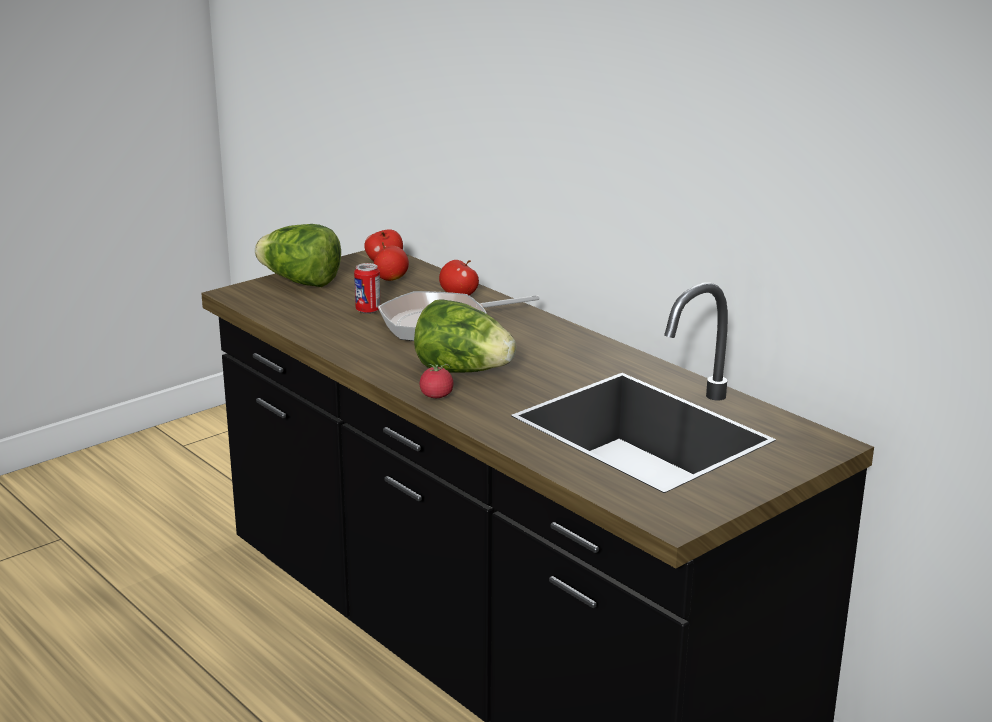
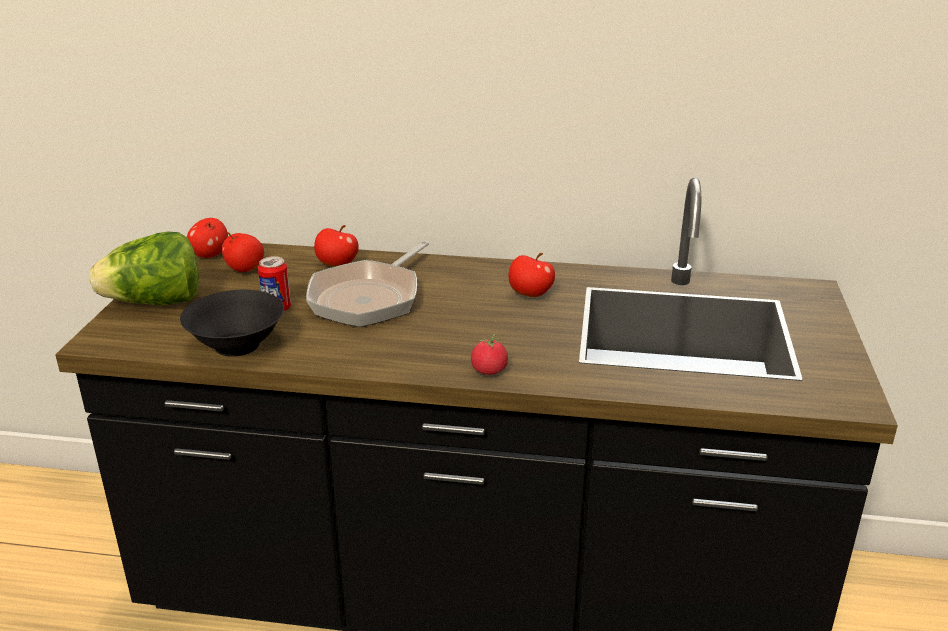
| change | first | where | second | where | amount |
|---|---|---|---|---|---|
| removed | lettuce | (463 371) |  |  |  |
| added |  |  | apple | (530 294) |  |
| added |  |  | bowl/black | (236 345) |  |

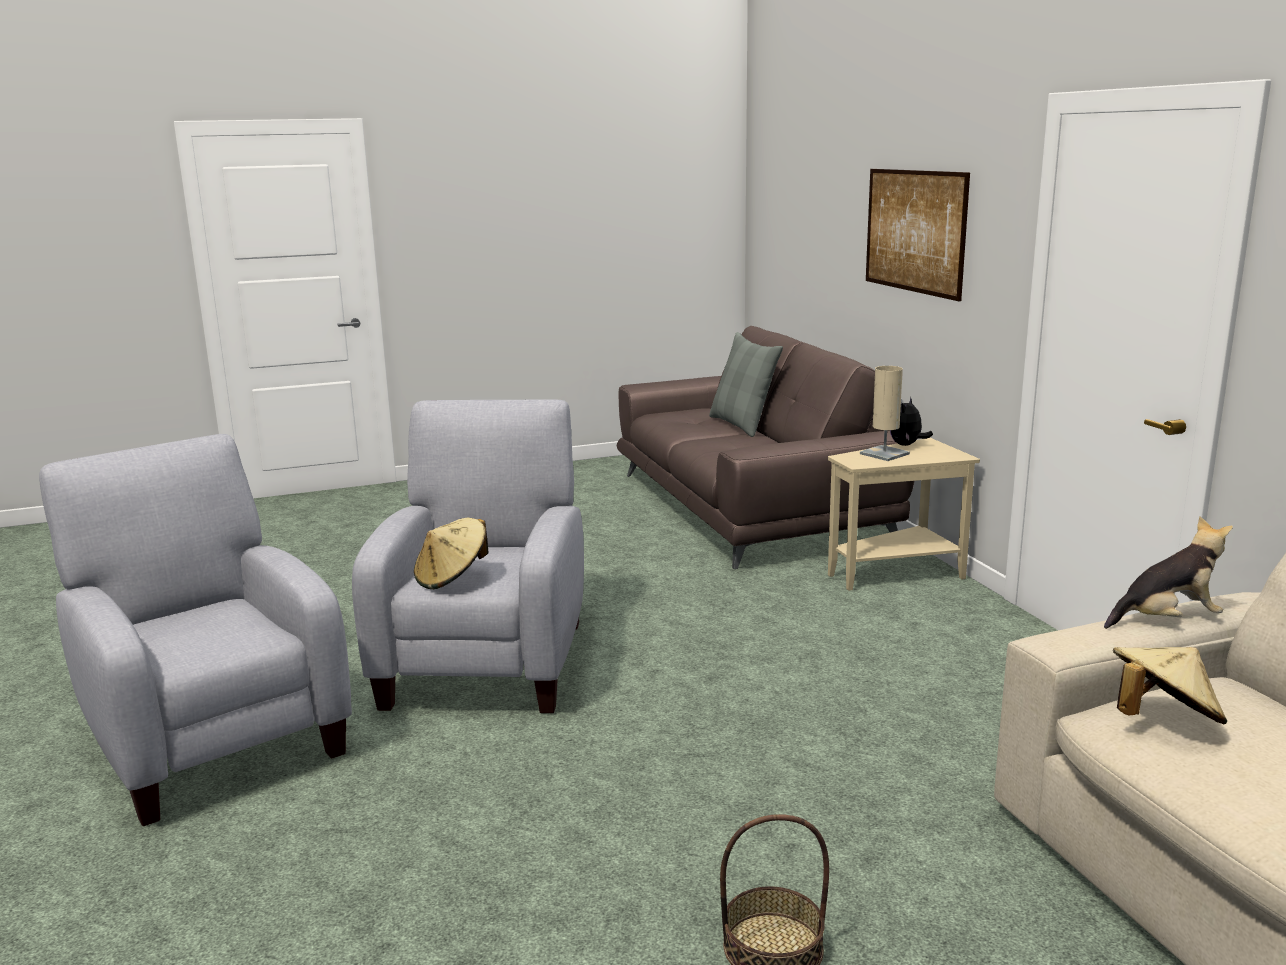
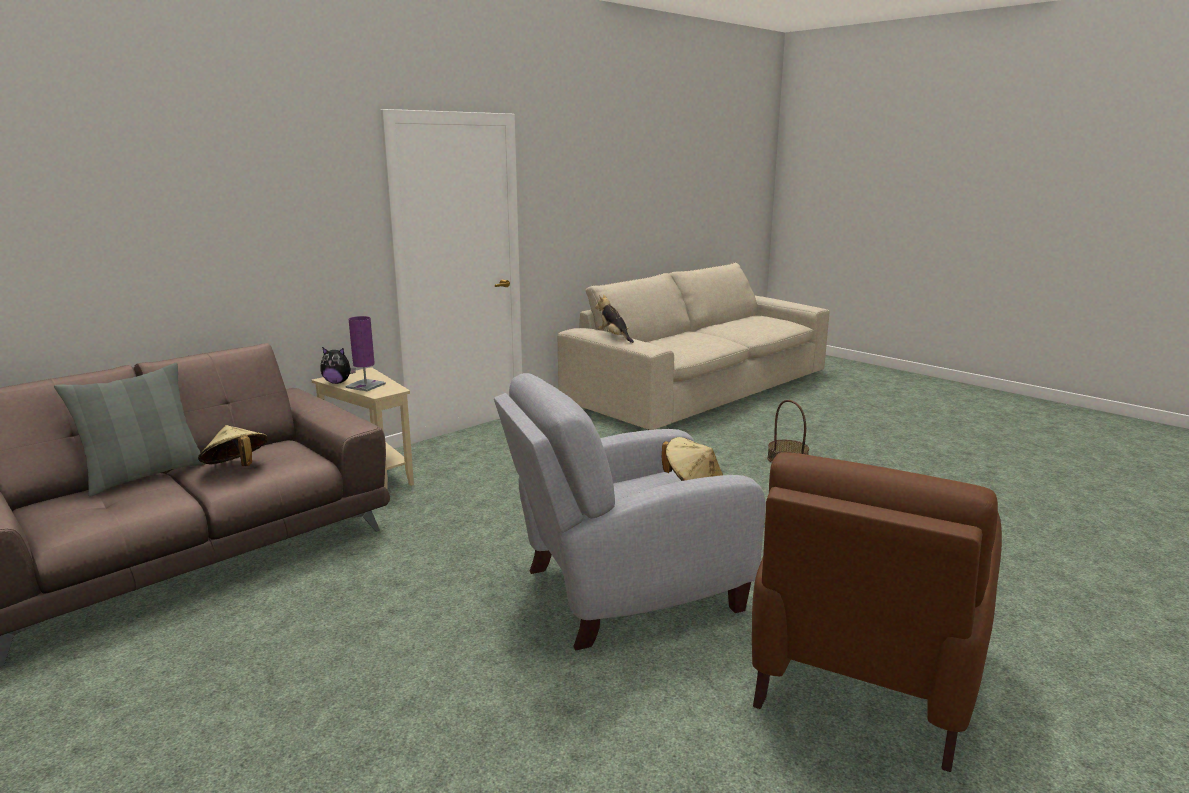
| change | first | where | second | where | amount |
|---|---|---|---|---|---|
| removed | picture | (914 231) |  |  |  |
| recoloured | table lamp/beige | (884 454) | table lamp/purple | (365 386) |  |
| recoloured | armchair/grey | (211 735) | armchair/brown | (864 678) |  |
| moved | hat/beige | (1162 719) |  | (236 467) |  |

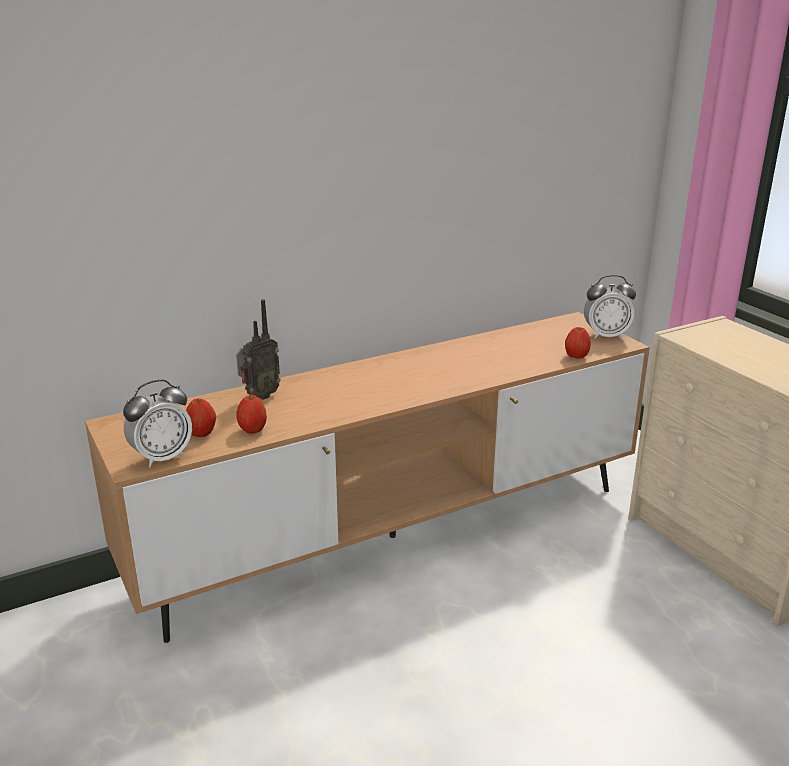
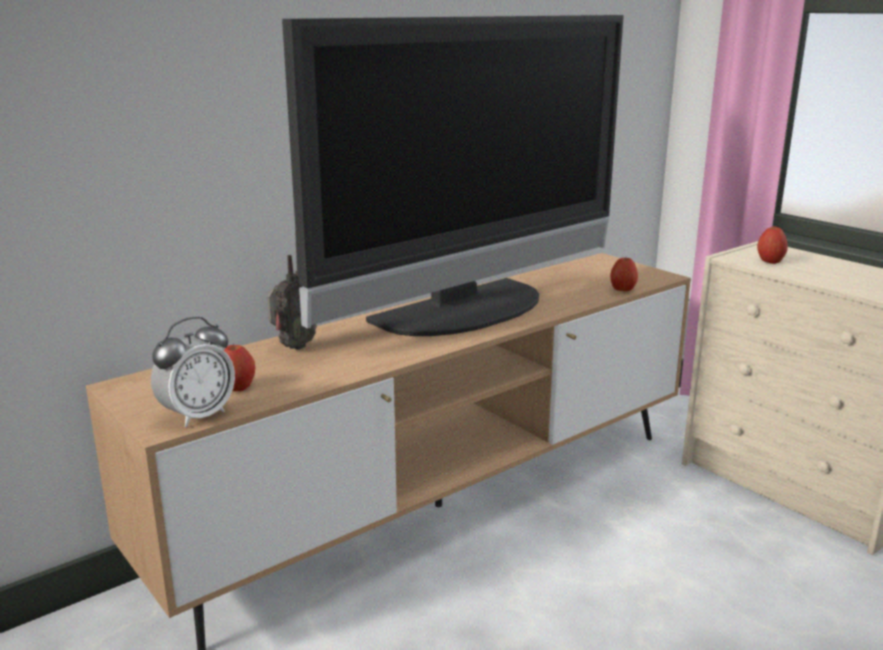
| change | first | where | second | where | amount |
|---|---|---|---|---|---|
| removed | alarm clock | (606 336) |  |  |  |
| moved | apple | (253 429) |  | (770 261) |  |
| added |  |  | television | (467 311) |  |

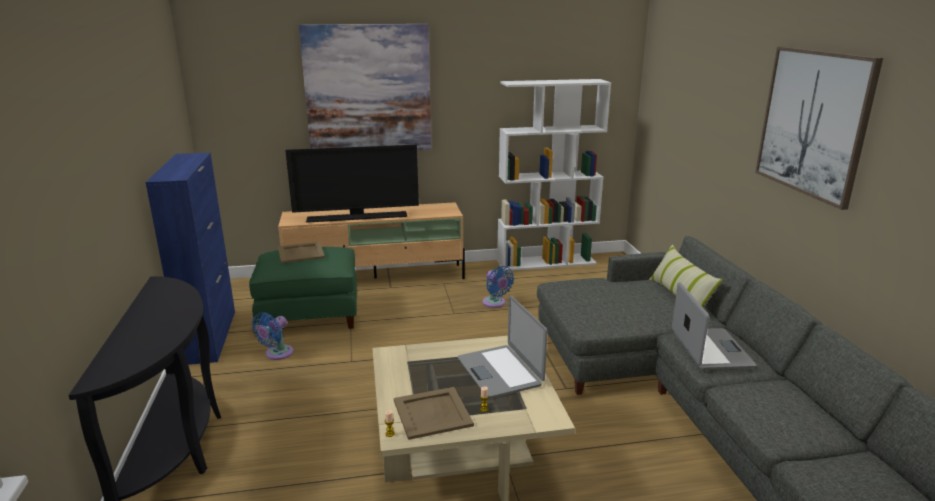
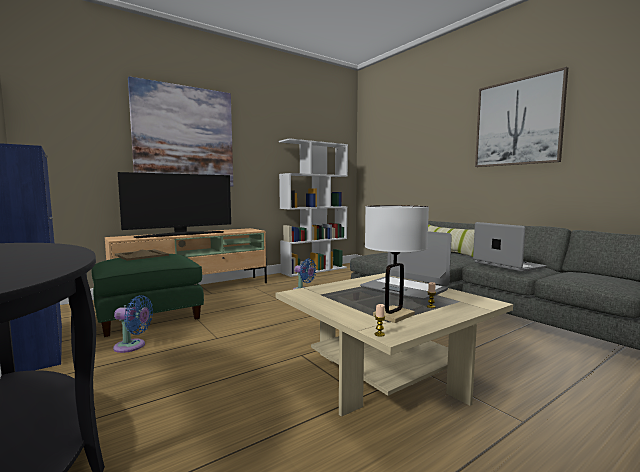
| change | first | where | second | where | amount |
|---|---|---|---|---|---|
| turned | fan/blue | (277 354) |  | (132 346) | 90 degrees counterclockwise |
| replaced | tray/beige | (433 412) | table lamp/white | (393 315) |  |

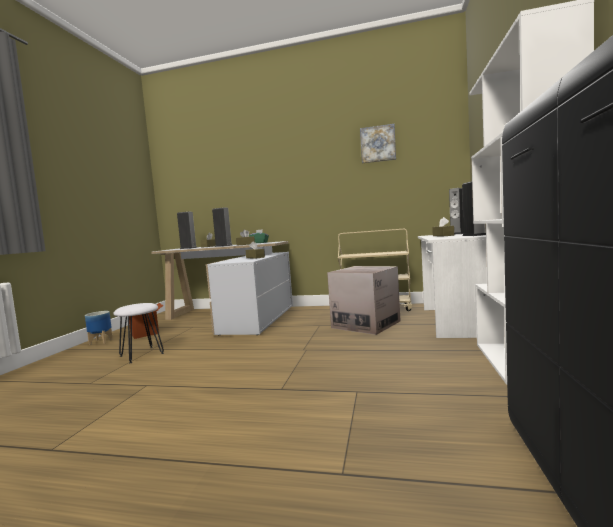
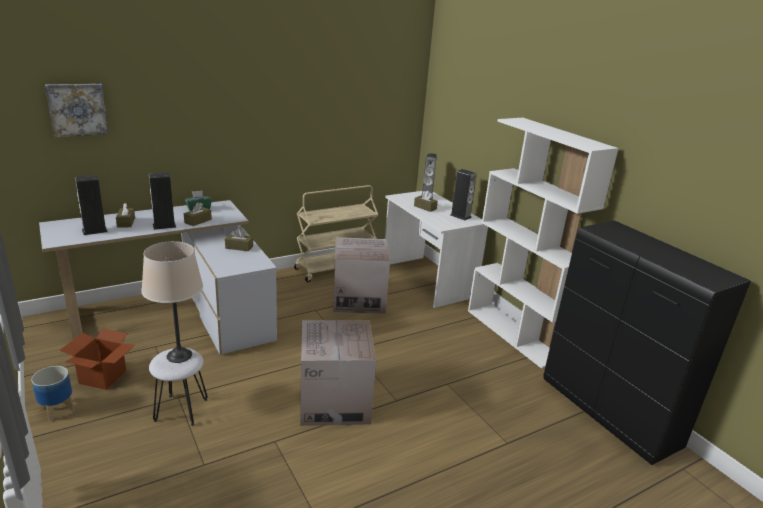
| change | first | where | second | where | amount |
|---|---|---|---|---|---|
| moved | picture | (378 144) |  | (77 109) |  |
| added |  |  | table lamp/beige | (179 355) |  |
| added |  |  | cardboard box | (334 401) |  |

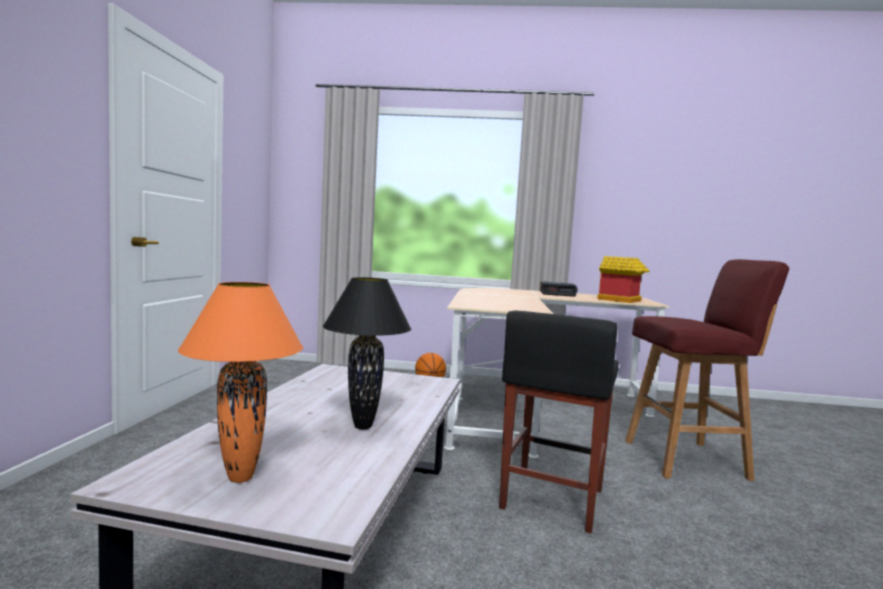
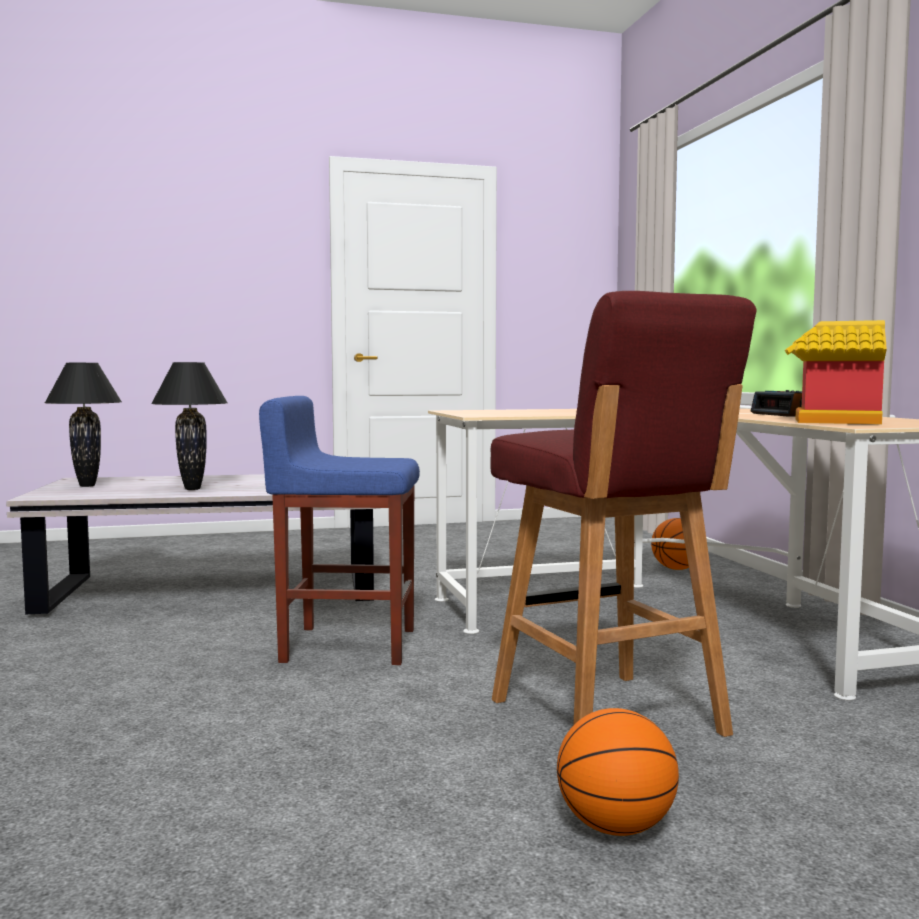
| change | first | where | second | where | amount |
|---|---|---|---|---|---|
| recoloured | table lamp/orange | (242 477) | table lamp/black | (88 486) |  |
| recoloured | stool/black | (551 499) | stool/blue | (347 645) |  |
| added |  |  | basketball | (615 827) |  |

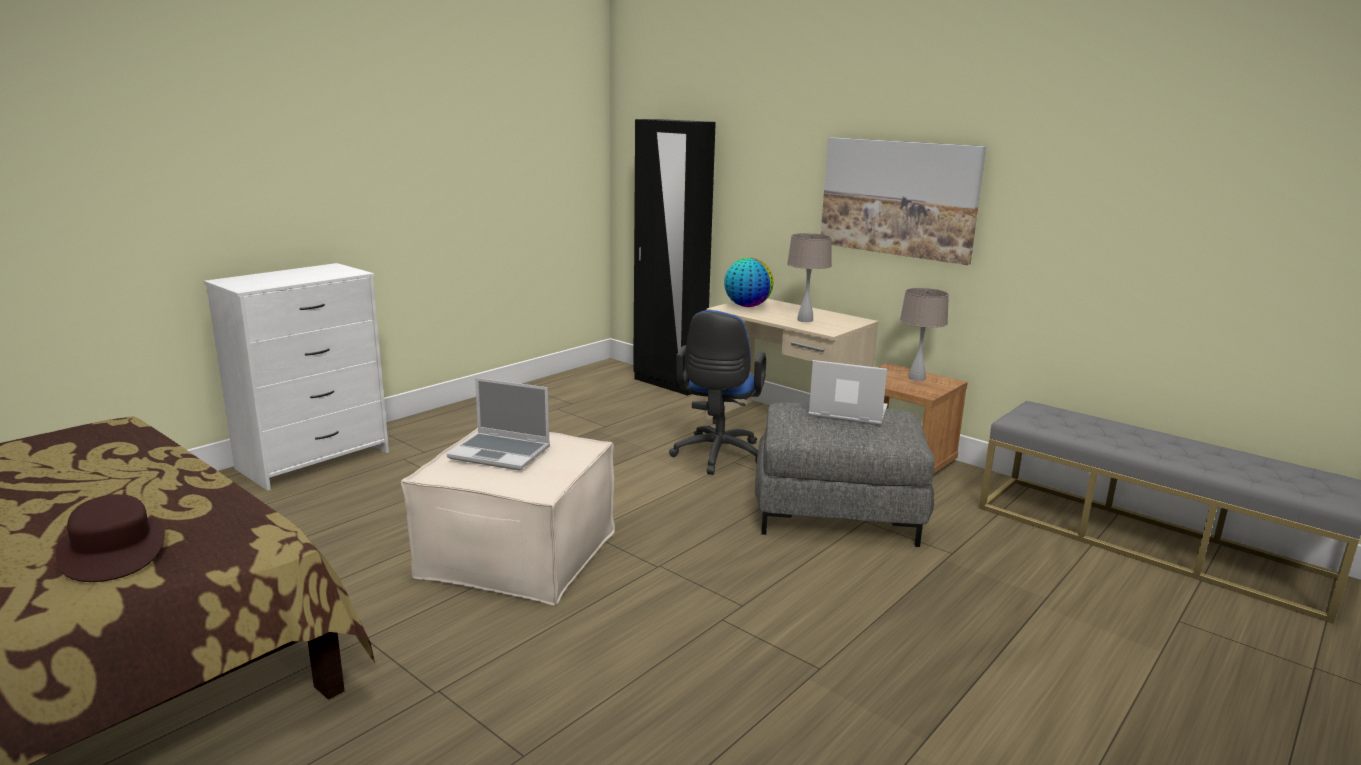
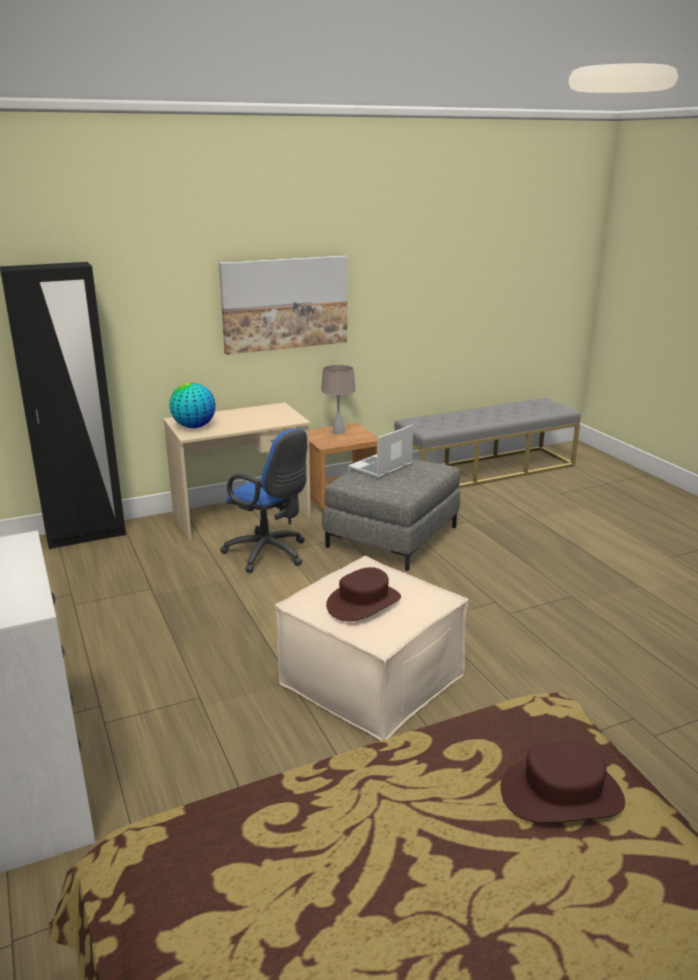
| change | first | where | second | where | amount |
|---|---|---|---|---|---|
| removed | table lamp/beige | (805 320) |  |  |  |
| replaced | laptop | (501 453) | hat/brown | (363 602) |  |

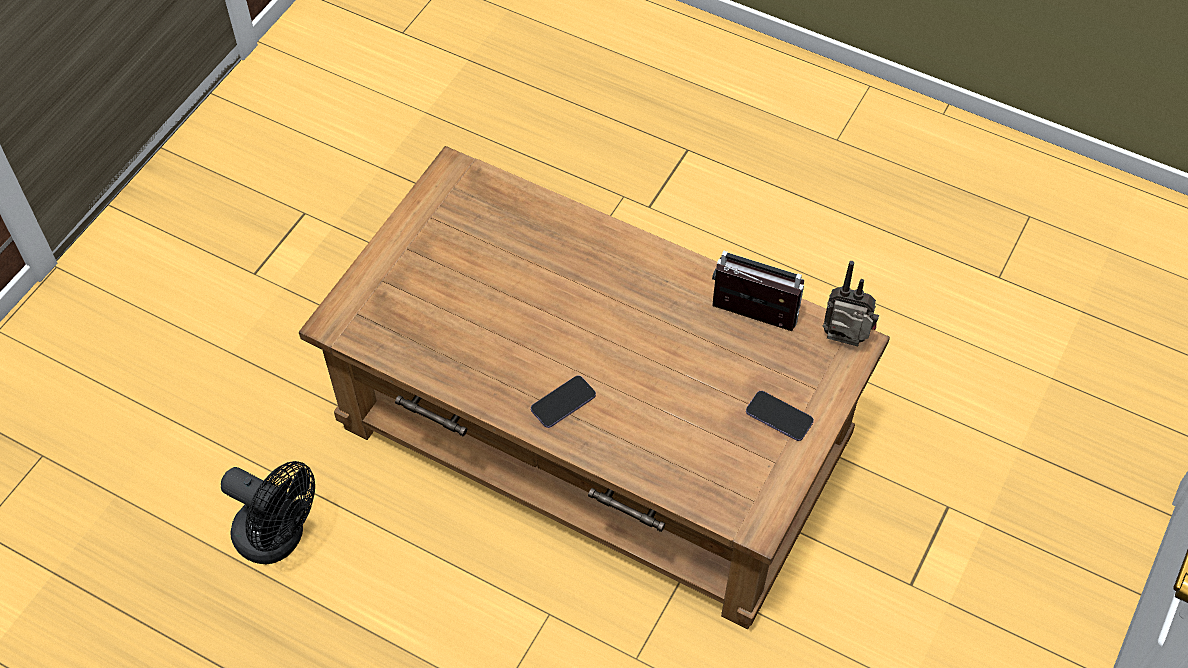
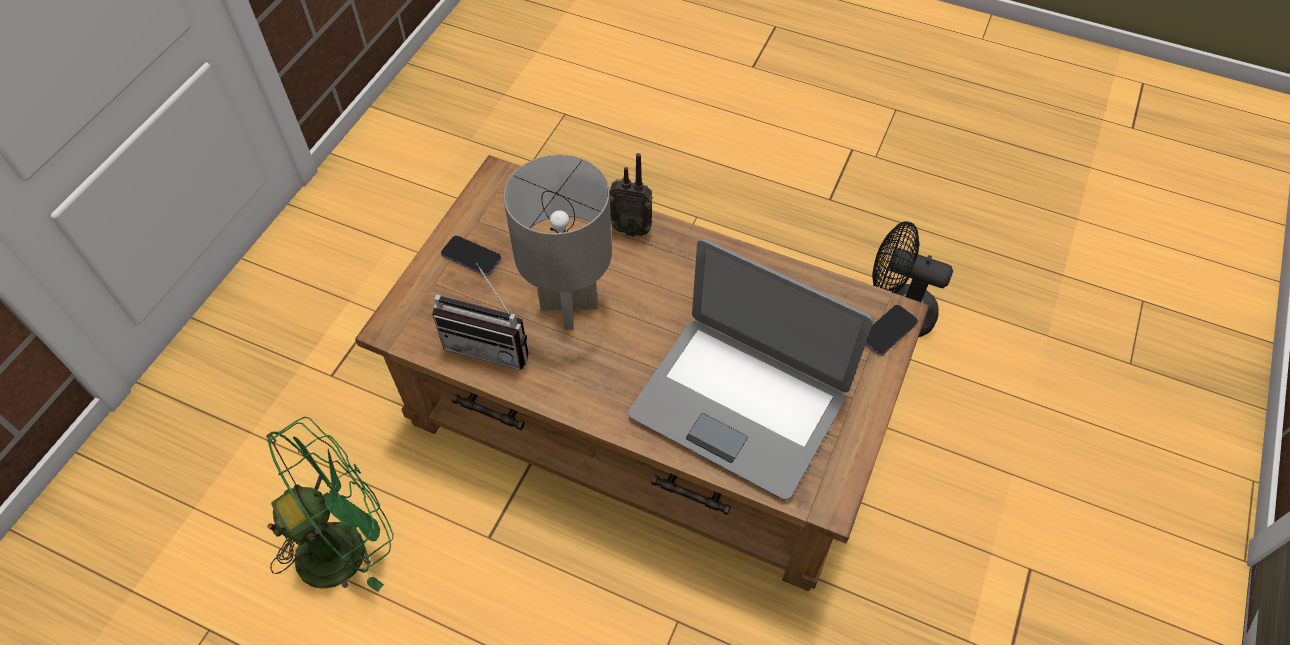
| change | first | where | second | where | amount |
|---|---|---|---|---|---|
| moved | radio | (845 343) |  | (630 228) |  |
| moved | phone | (563 403) |  | (888 331) |  |
| added |  |  | table lamp/grey | (570 305) |  |
| added |  |  | laptop | (739 405) |  |
| added |  |  | fan/green | (345 543) |  |

